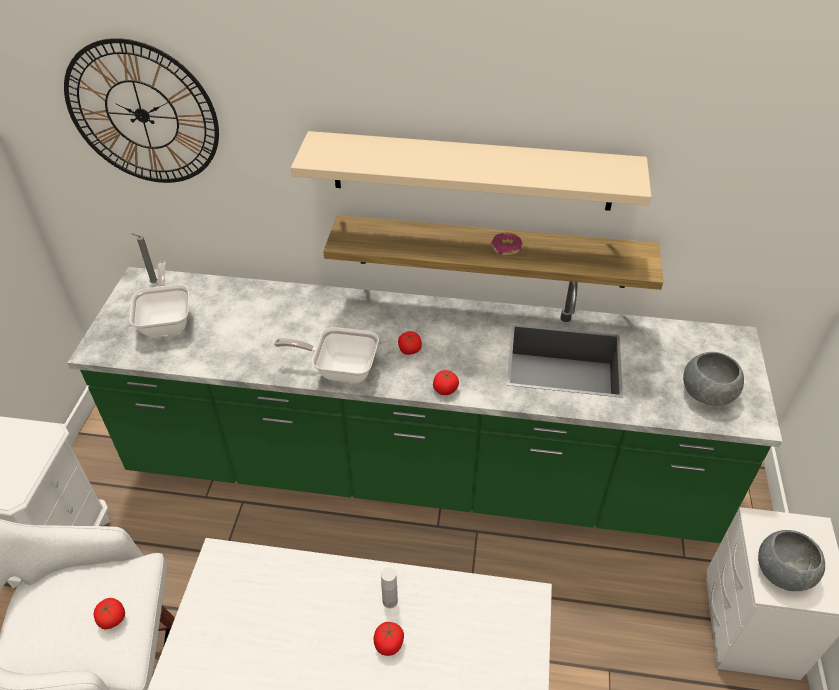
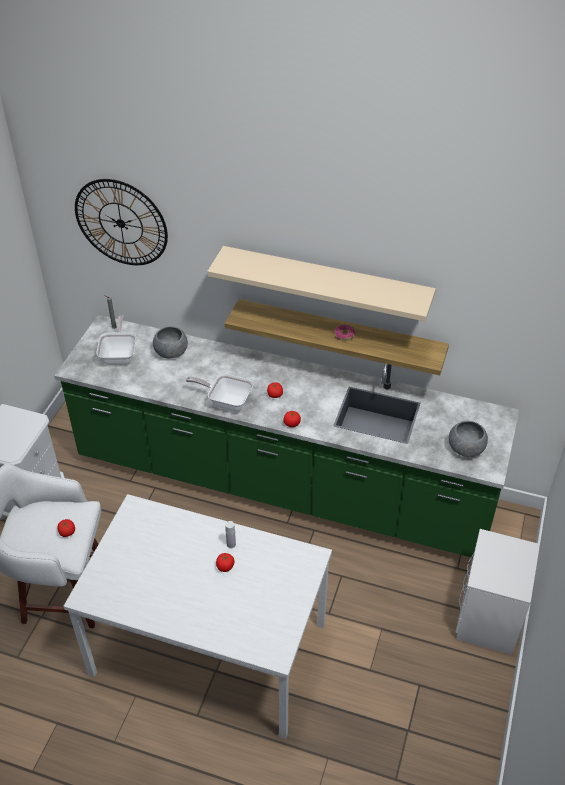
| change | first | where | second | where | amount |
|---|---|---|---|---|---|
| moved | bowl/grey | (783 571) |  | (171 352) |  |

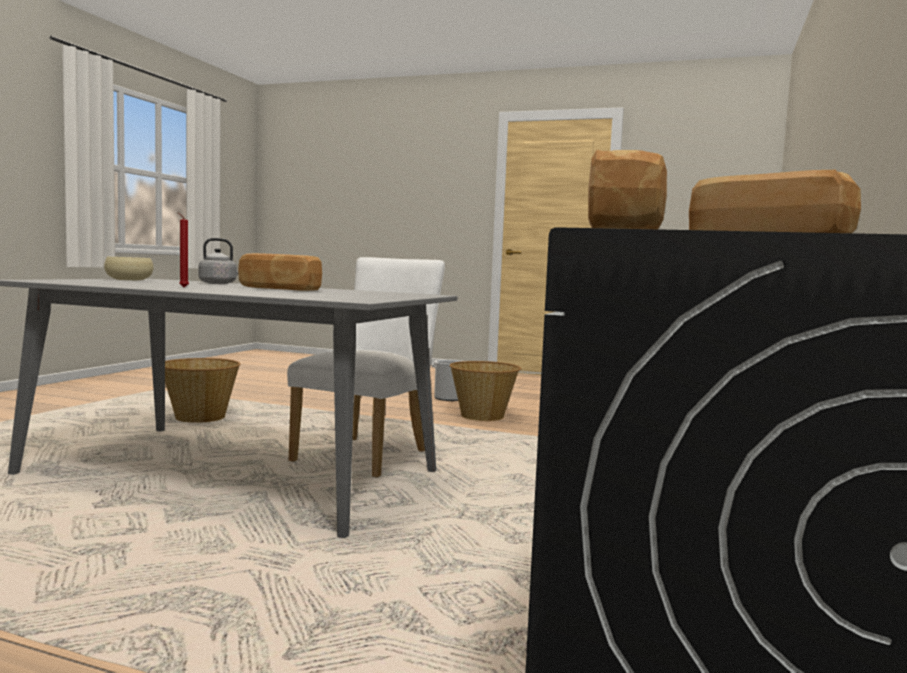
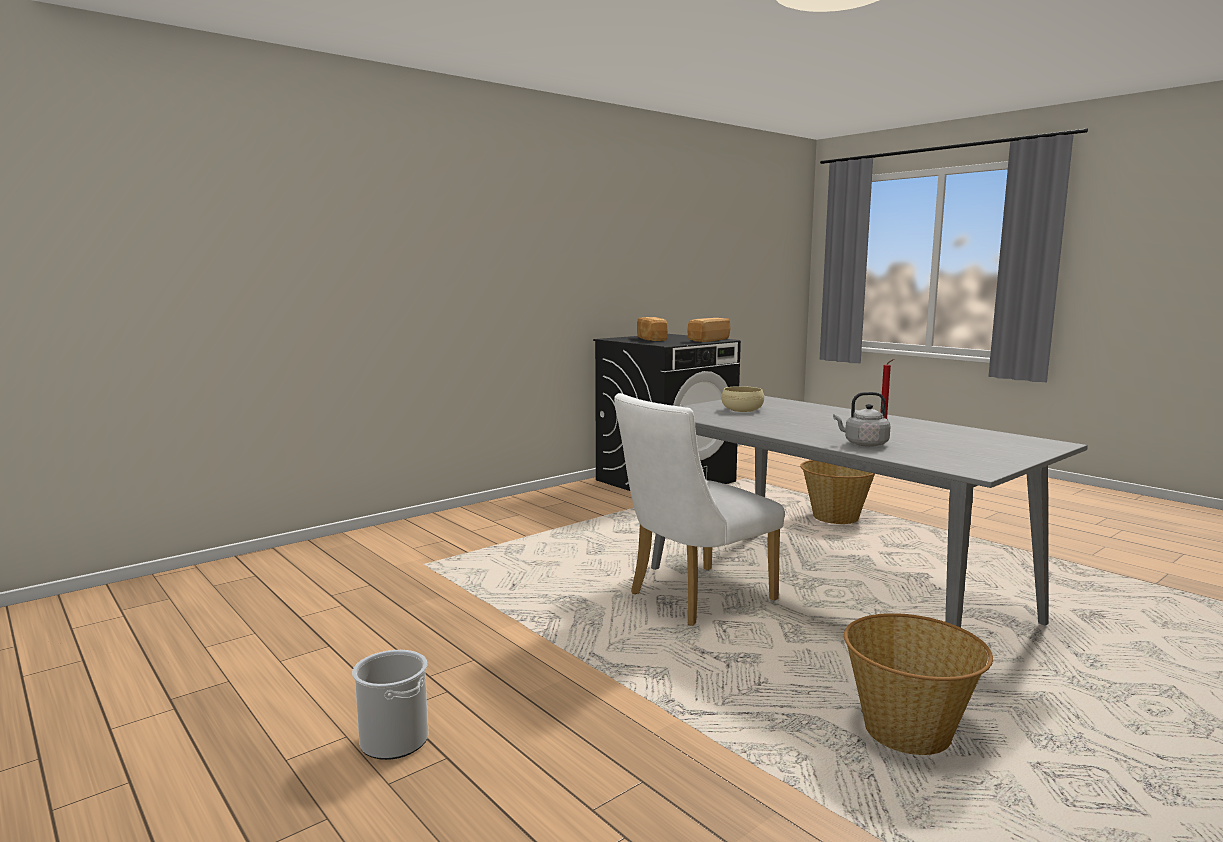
| change | first | where | second | where | amount |
|---|---|---|---|---|---|
| removed | bread | (278 289) |  |  |  |
| moved | bowl/beige | (129 279) |  | (742 410) |  |
| moved | basket | (483 416) |  | (835 517) |  |

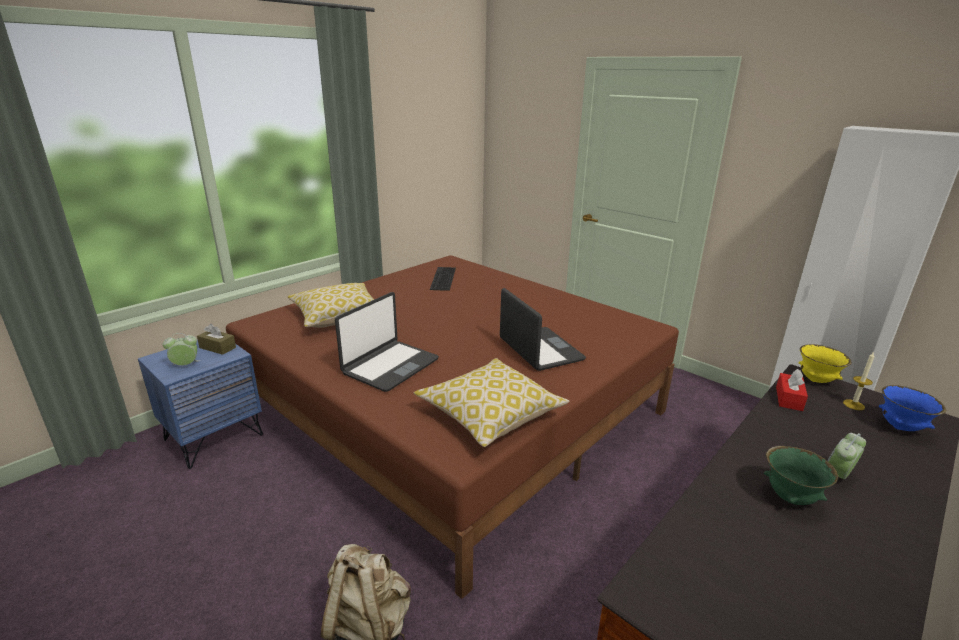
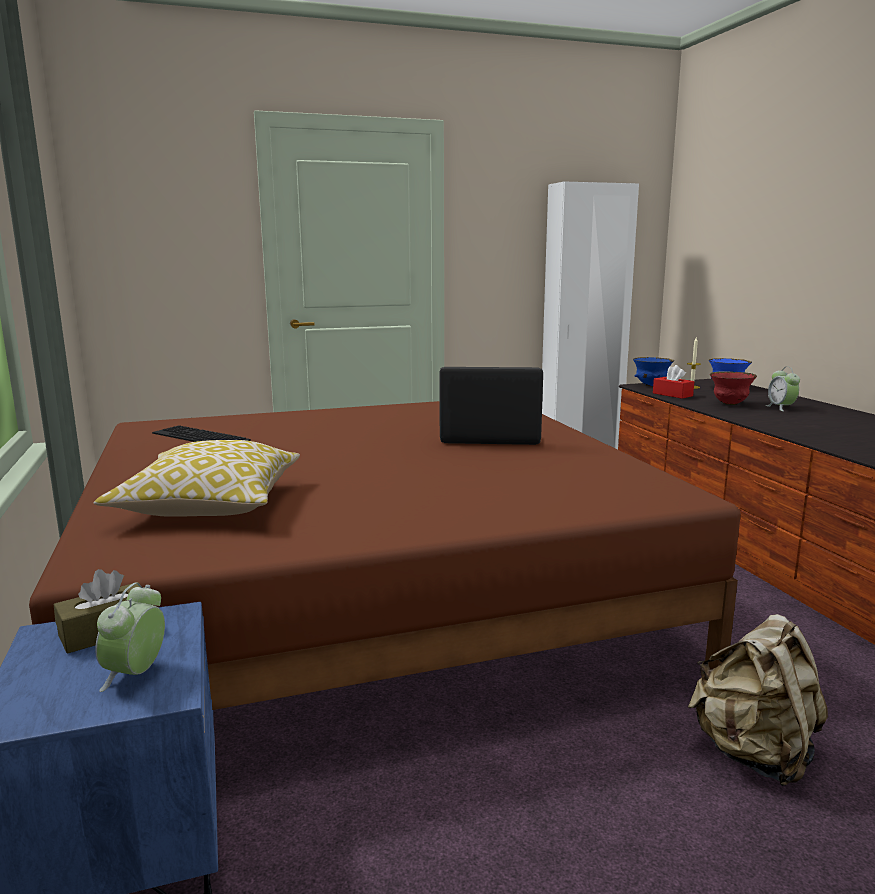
| change | first | where | second | where | amount |
|---|---|---|---|---|---|
| removed | laptop | (390 366) |  |  |  |
| recoloured | bowl/yellow | (816 380) | bowl/blue | (651 385) |  |
| removed | pillow | (490 414) |  |  |  |
| removed | bowl/green | (790 497) |  |  |  |
| added |  |  | bowl/red | (730 404) |  |

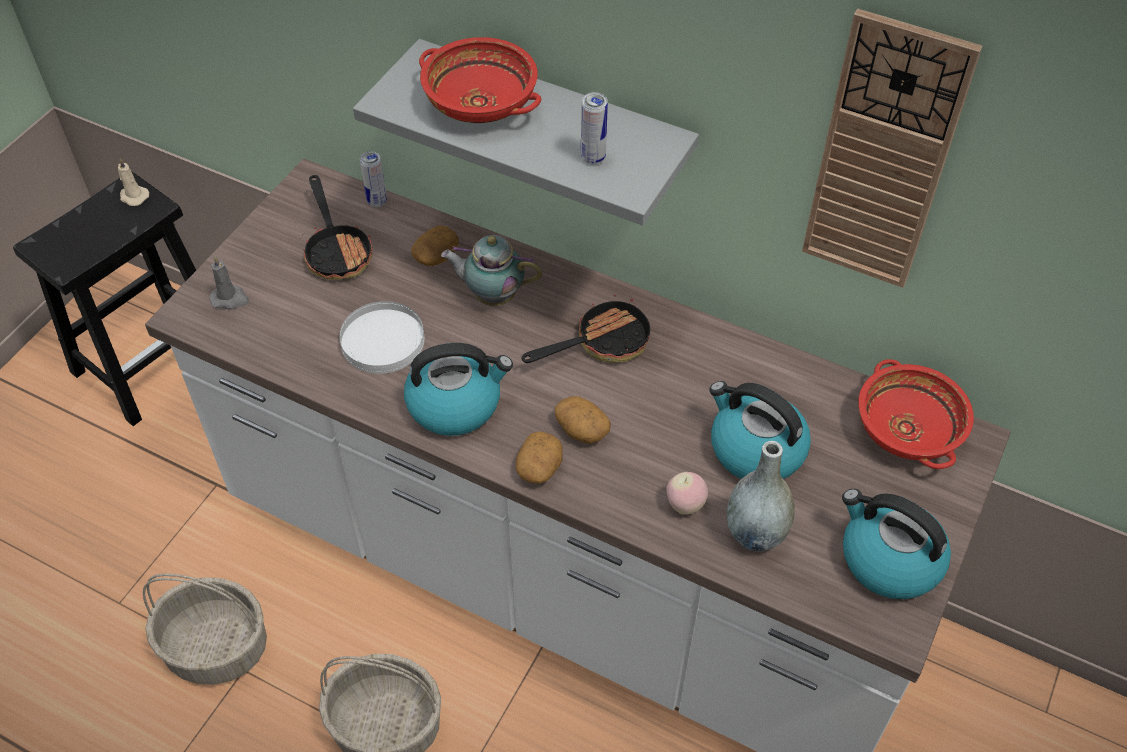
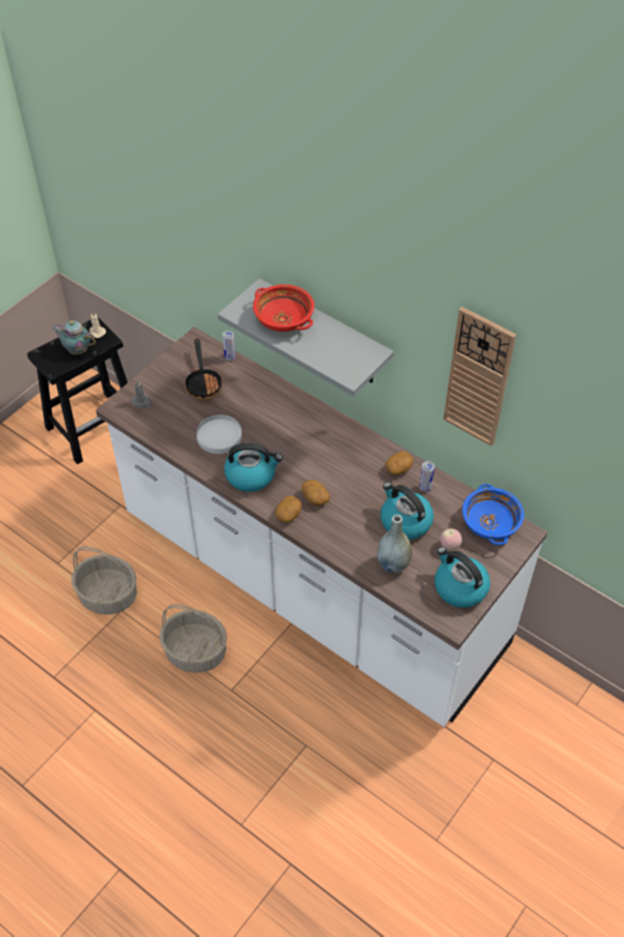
| change | first | where | second | where | amount |
|---|---|---|---|---|---|
| moved | can | (593 158) |  | (425 487) |  |
| moved | potato | (436 256) |  | (398 468) |  |
| moved | teapot | (492 295) |  | (77 350) |  |
| removed | frying pan | (602 343) |  |  |  |
| recoloured | bowl/red | (908 430) | bowl/blue | (491 523) |  |
| moved | apple | (685 505) |  | (449 546) |  |

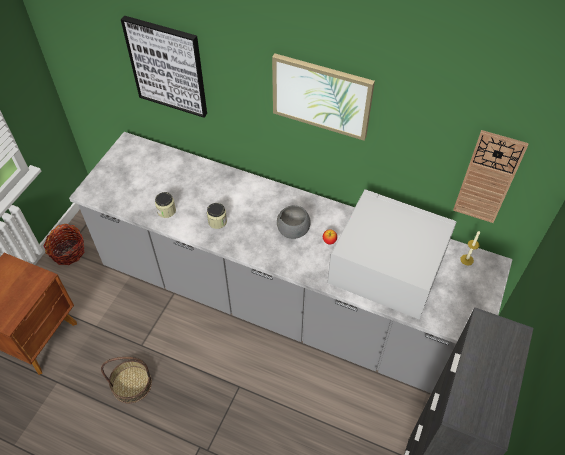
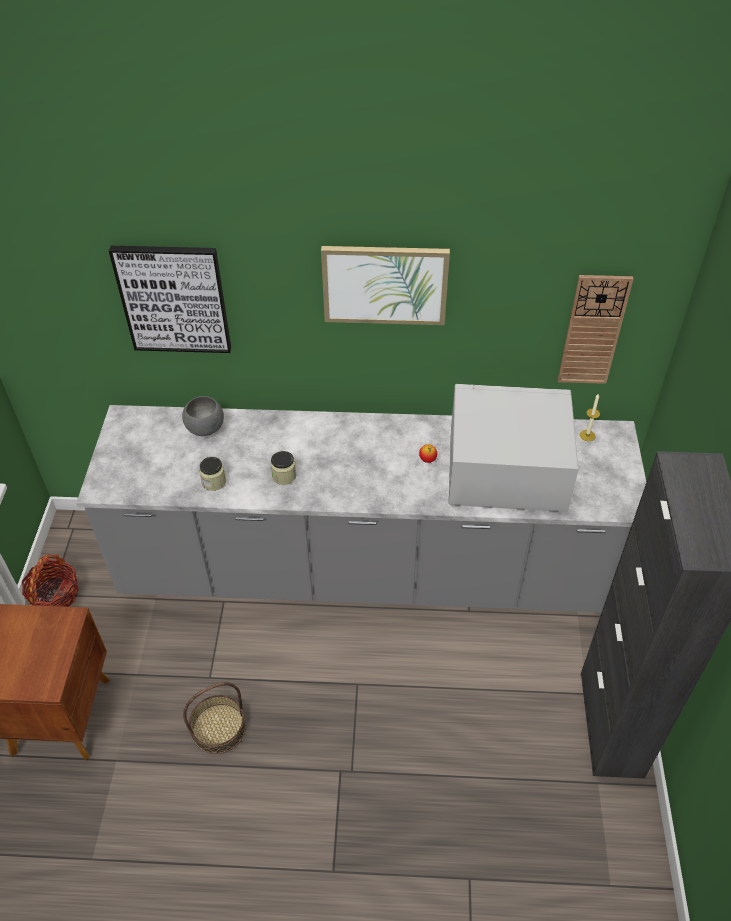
| change | first | where | second | where | amount |
|---|---|---|---|---|---|
| moved | bowl/grey | (293 230) |  | (205 428) |  |

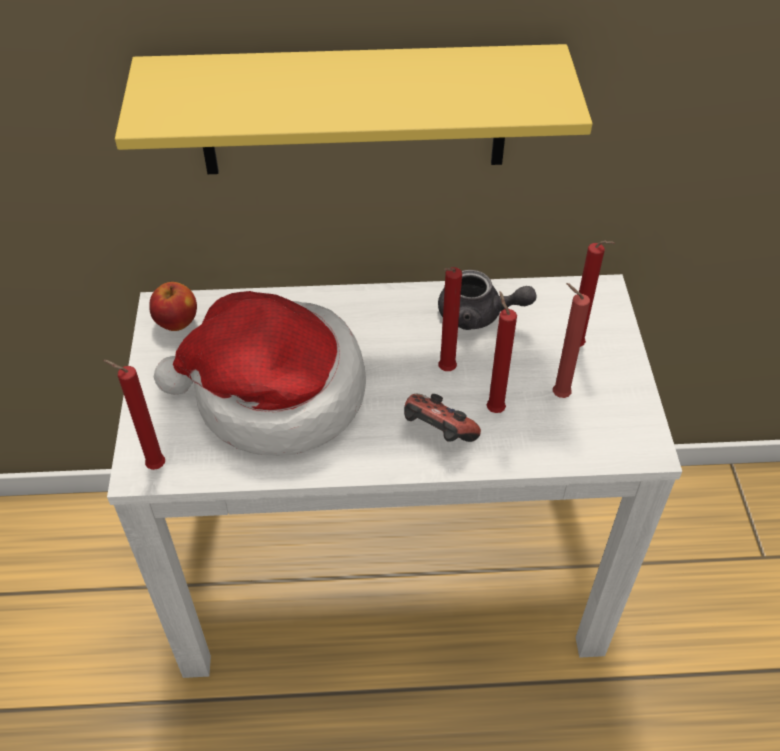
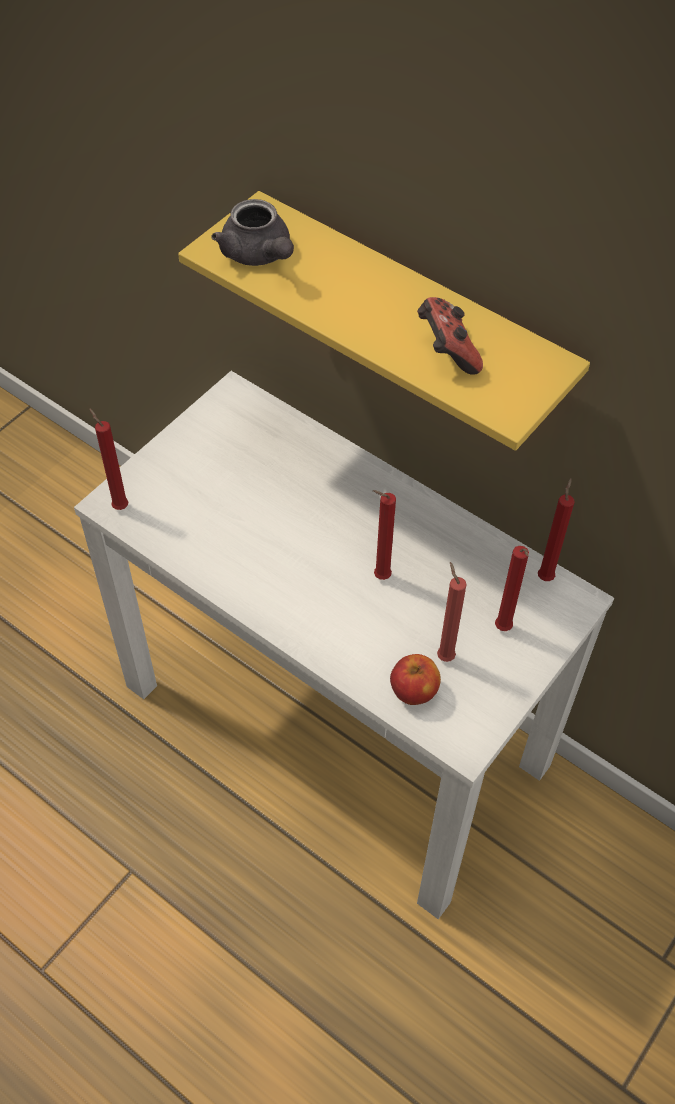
| change | first | where | second | where | amount |
|---|---|---|---|---|---|
| moved | teapot/grey | (478 315) |  | (259 255) |  |
| moved | apple | (177 322) |  | (413 691) |  |
| removed | hat | (274 395) |  |  |  |
| moved | candle/red | (493 408) |  | (545 576) |  |
| moved | game controller | (437 434) |  | (446 352) |  |

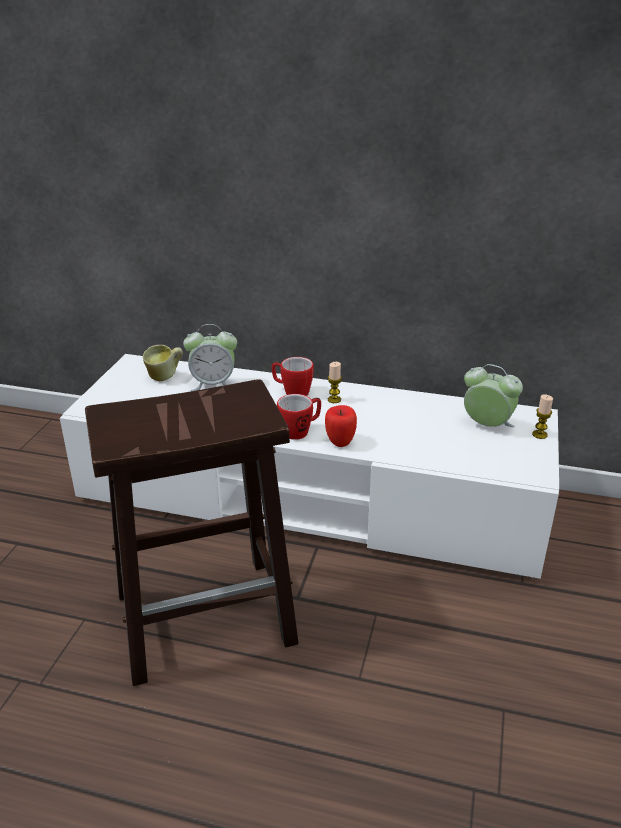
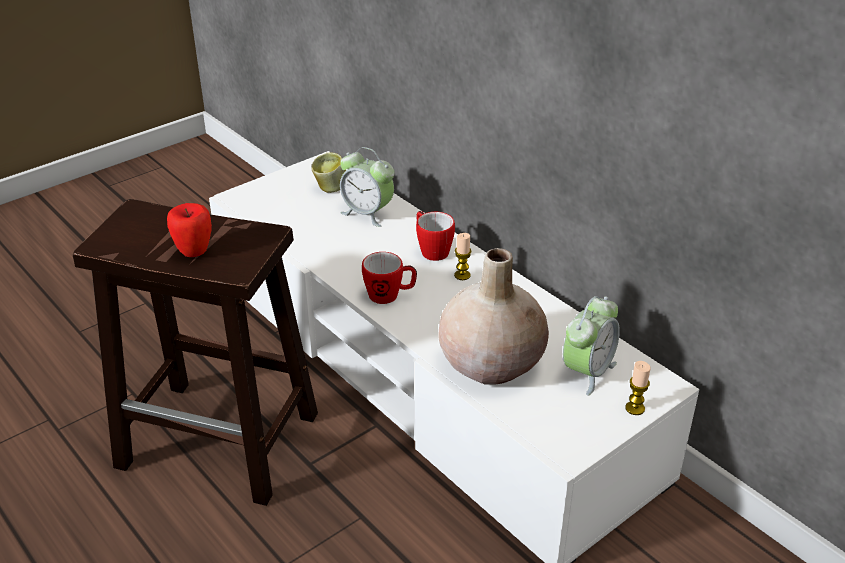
| change | first | where | second | where | amount |
|---|---|---|---|---|---|
| turned | alarm clock | (487 426) |  | (587 372) | 60 degrees clockwise |
| moved | apple | (340 442) |  | (194 251) |  |
| added |  |  | vase/beige | (491 363) |  |

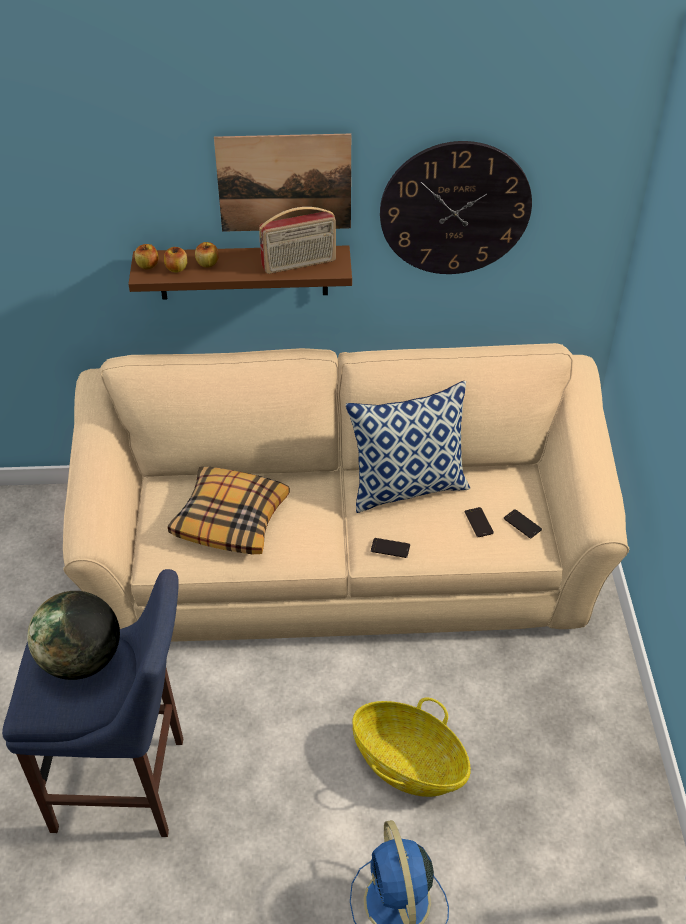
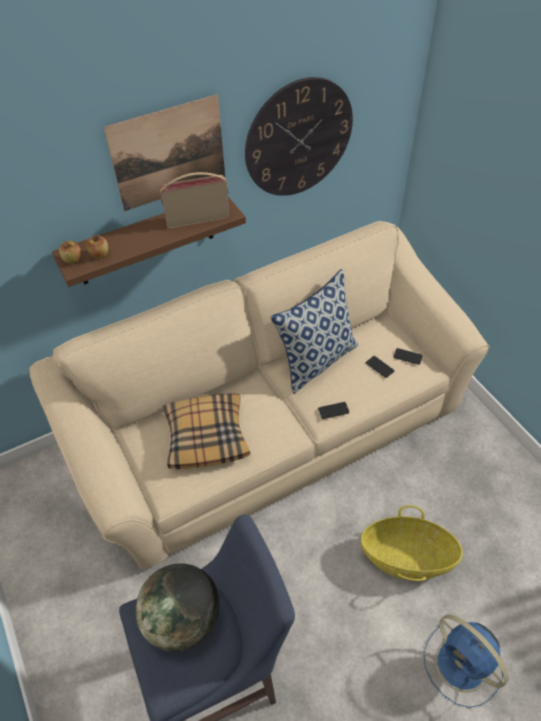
| change | first | where | second | where | amount |
|---|---|---|---|---|---|
| turned | radio | (299 264) |  | (197 219) | 150 degrees counterclockwise |
| removed | apple | (207 263) |  |  |  |

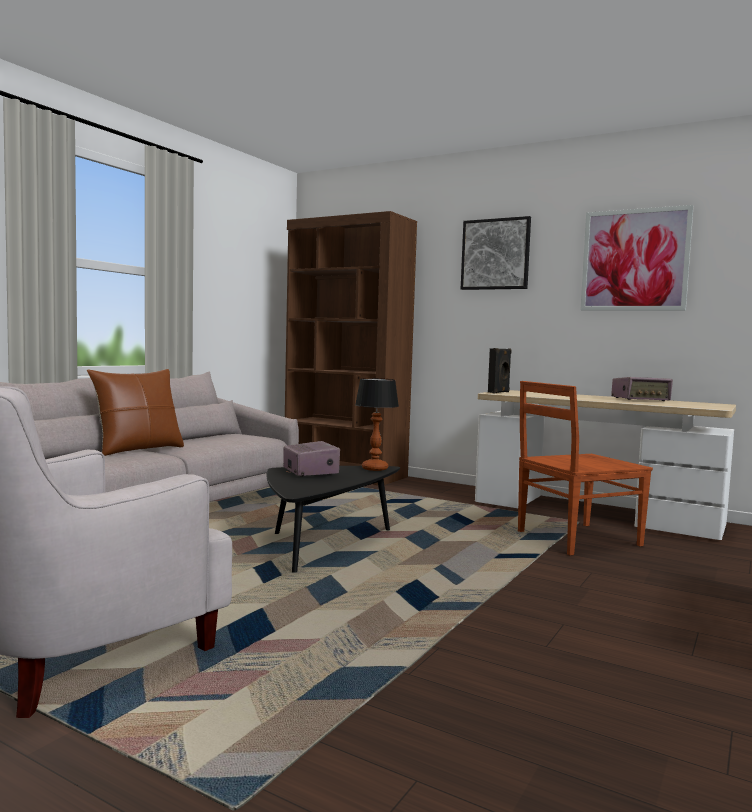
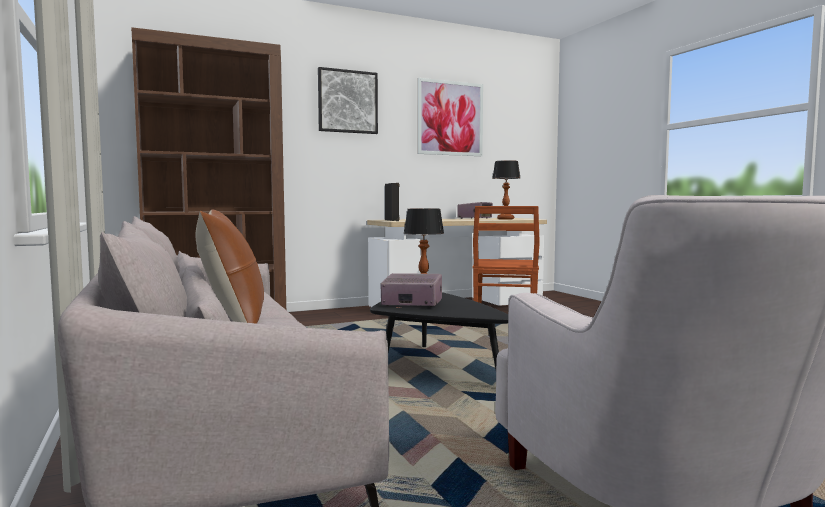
| change | first | where | second | where | amount |
|---|---|---|---|---|---|
| added |  |  | table lamp | (505 219) |  |

